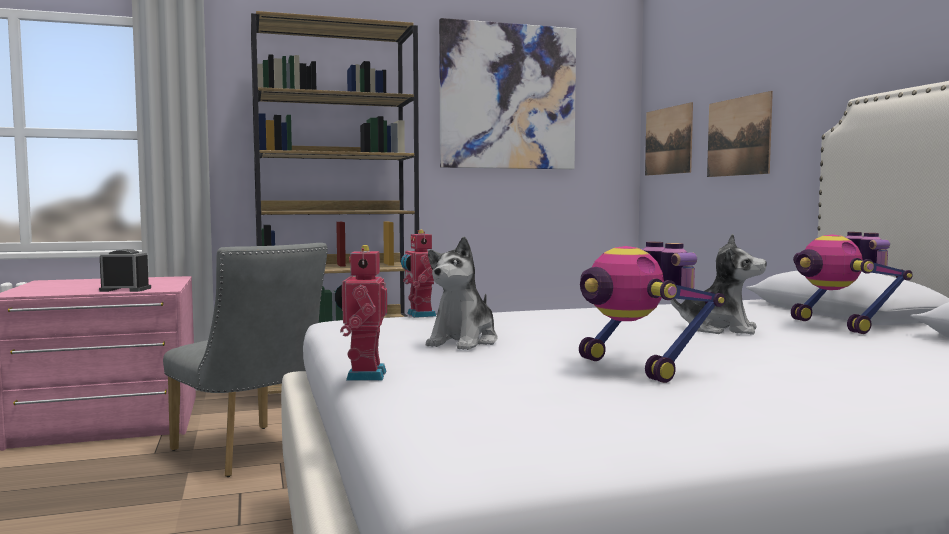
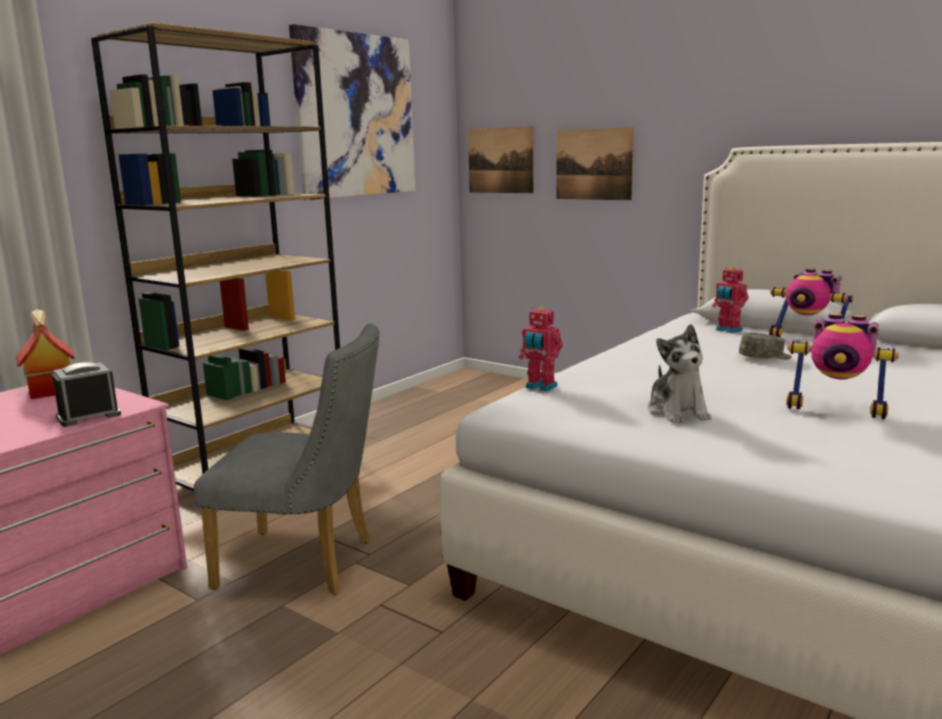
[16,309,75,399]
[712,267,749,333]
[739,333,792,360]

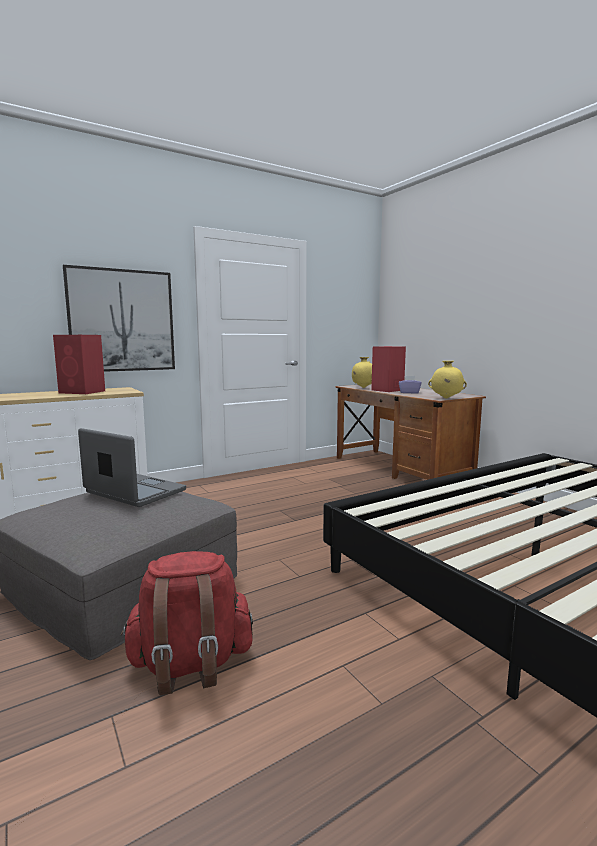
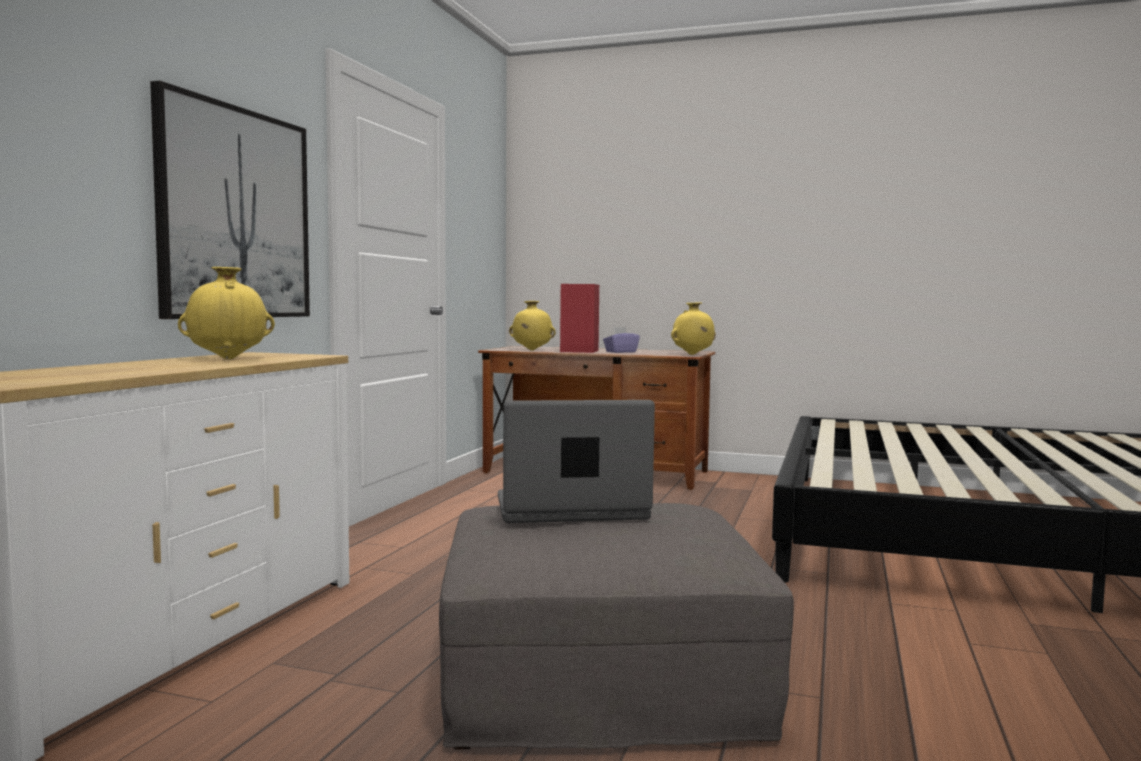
[121,551,253,695] (first image)
[178,267,275,359]

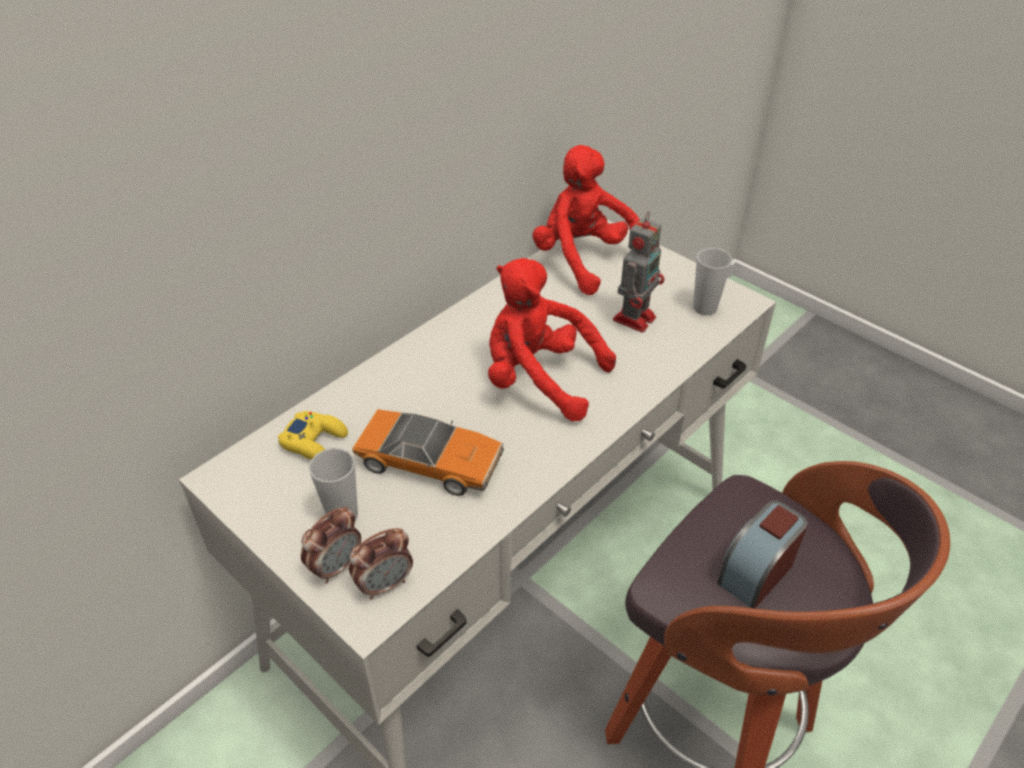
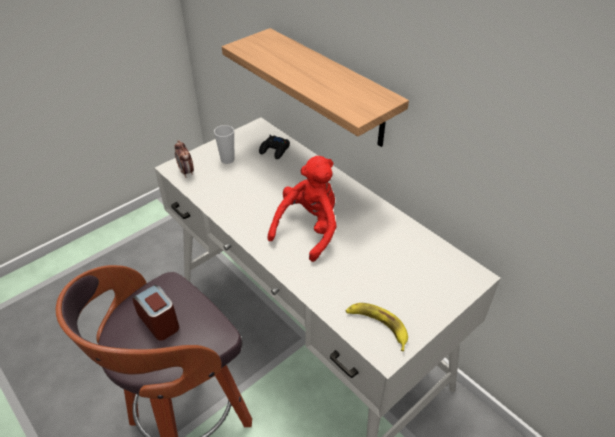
[301,507,361,584] (first image)
[352,409,504,496] (first image)
[532,145,640,295] (first image)
[613,212,665,332] (first image)
[222,28,409,147]
[345,303,408,351]
[259,135,290,159]

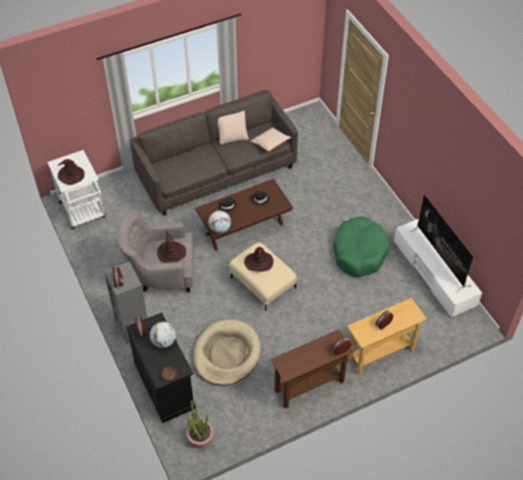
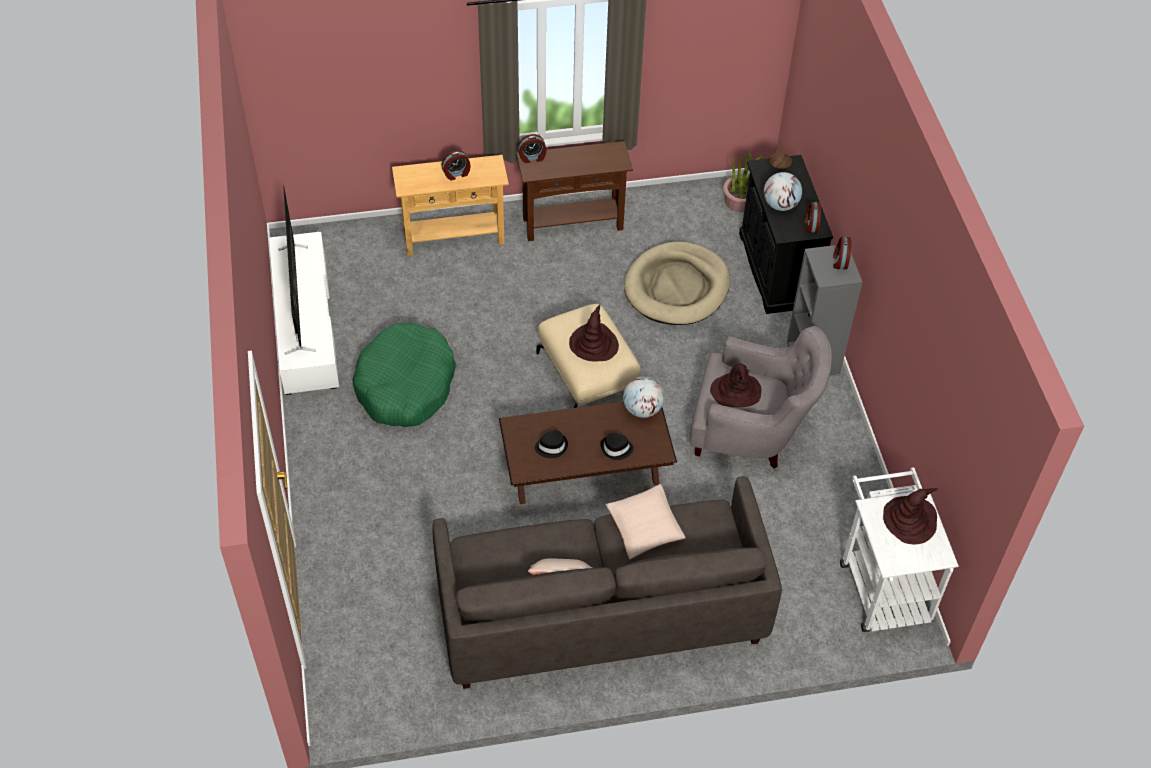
[605,484,686,559]

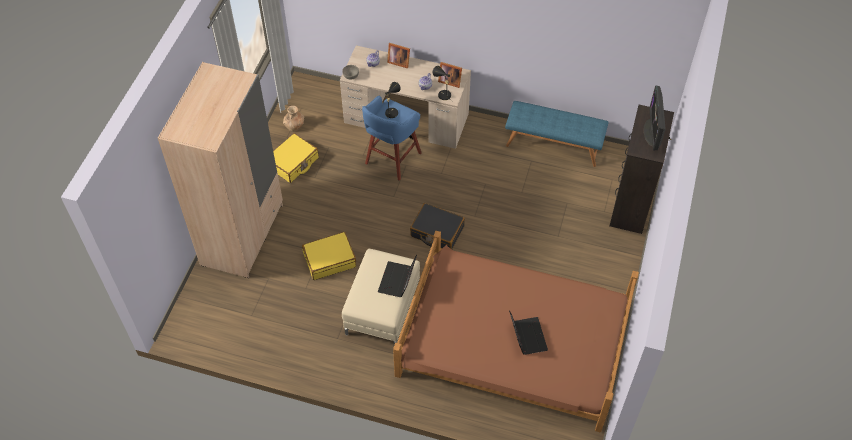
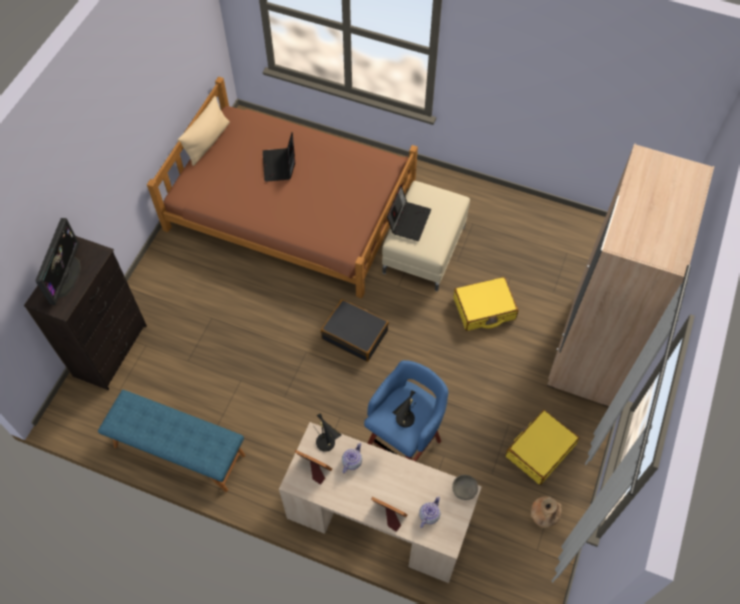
[178,96,230,166]

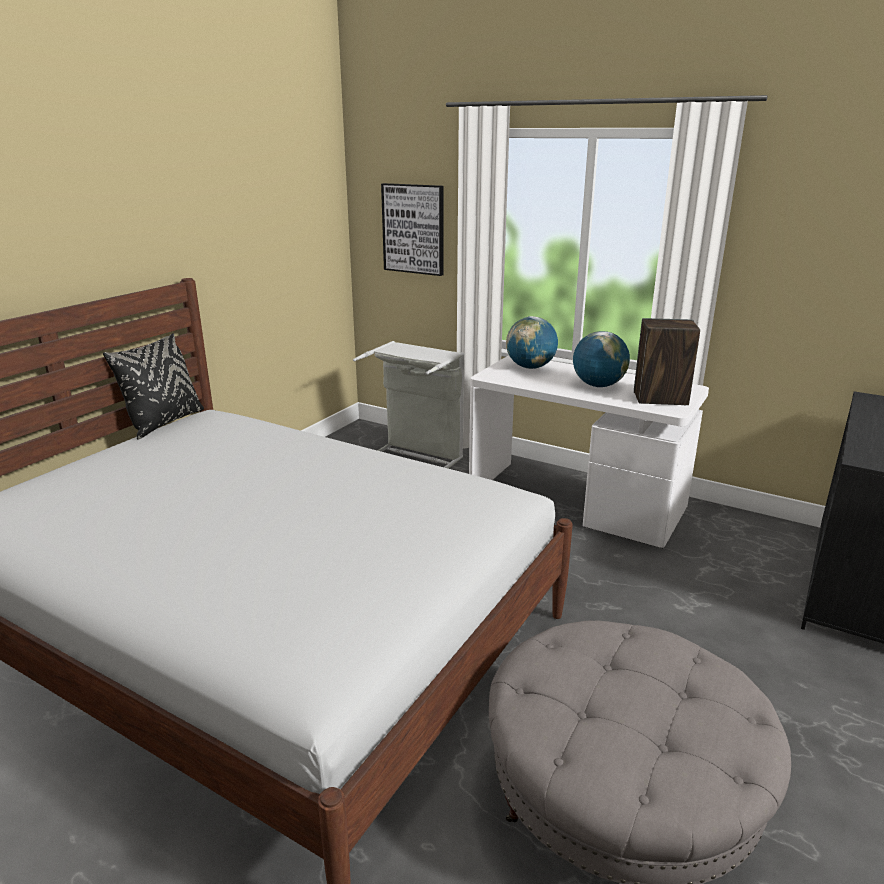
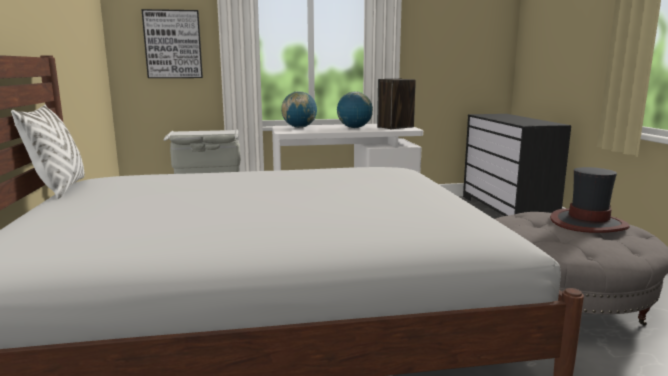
[550,167,630,233]
[11,105,85,199]

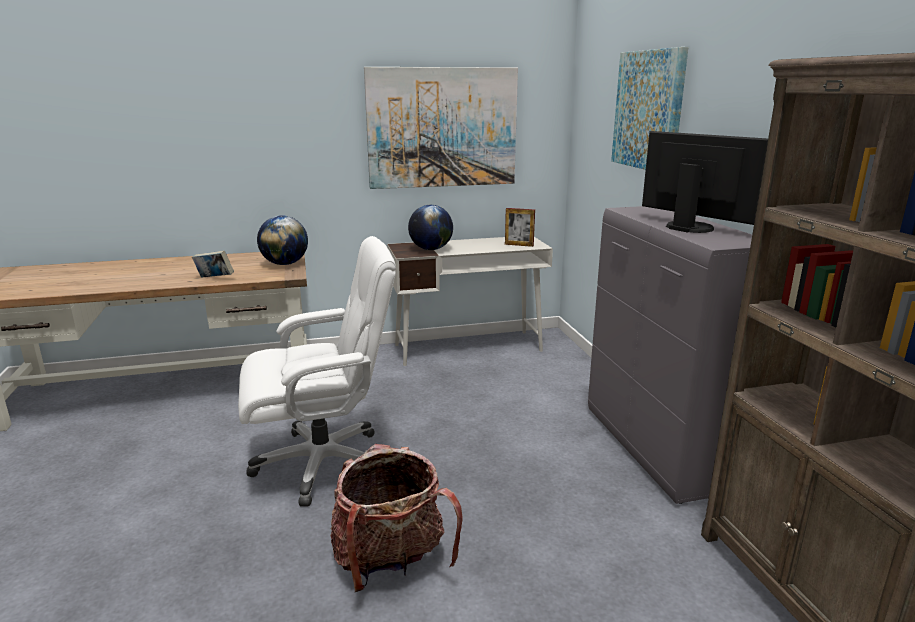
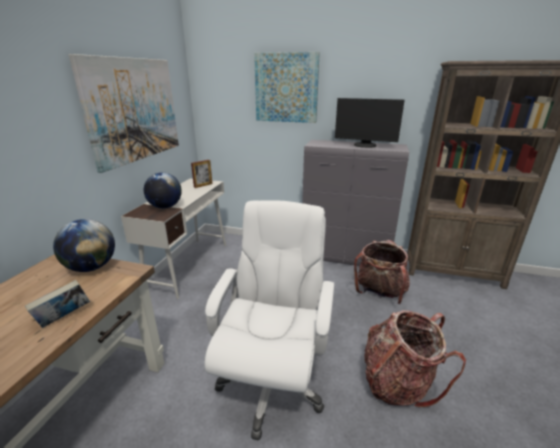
[354,240,410,304]
[335,98,405,148]

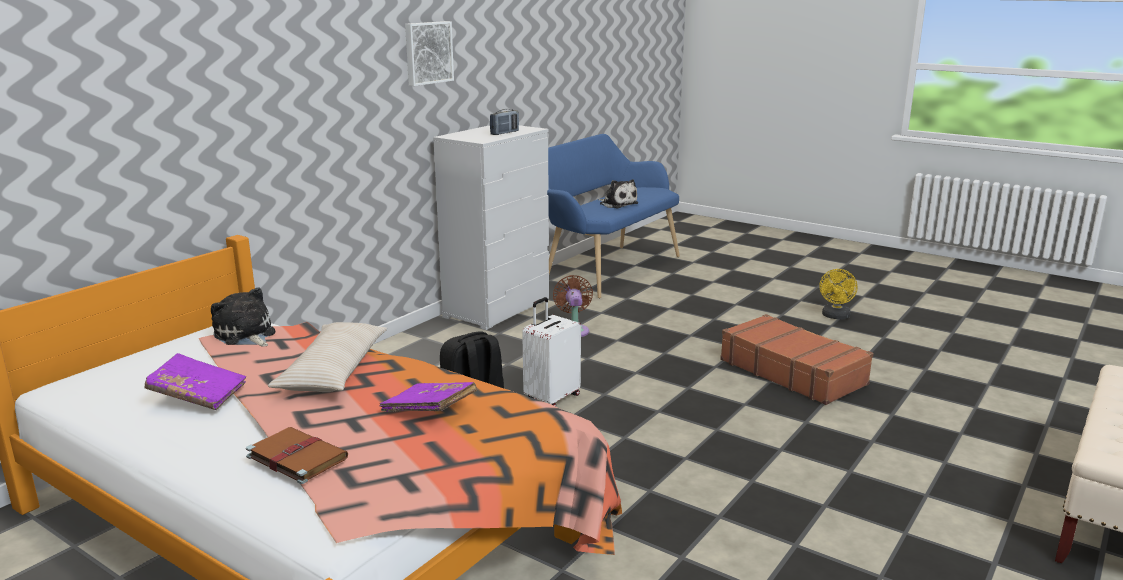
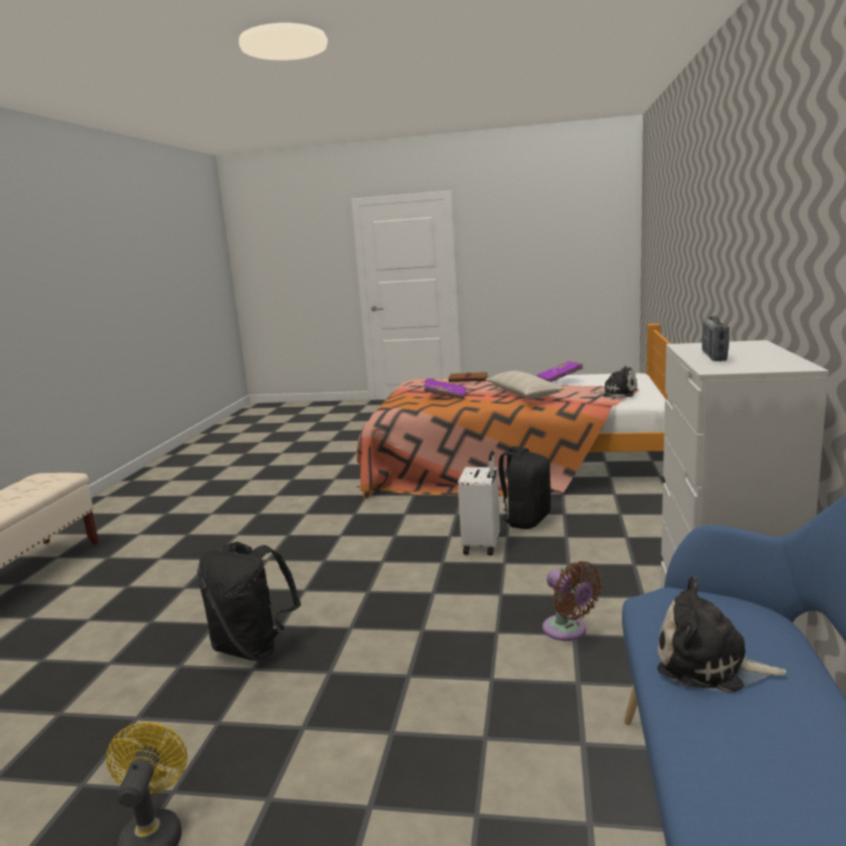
[405,21,454,86] (first image)
[197,542,301,661]

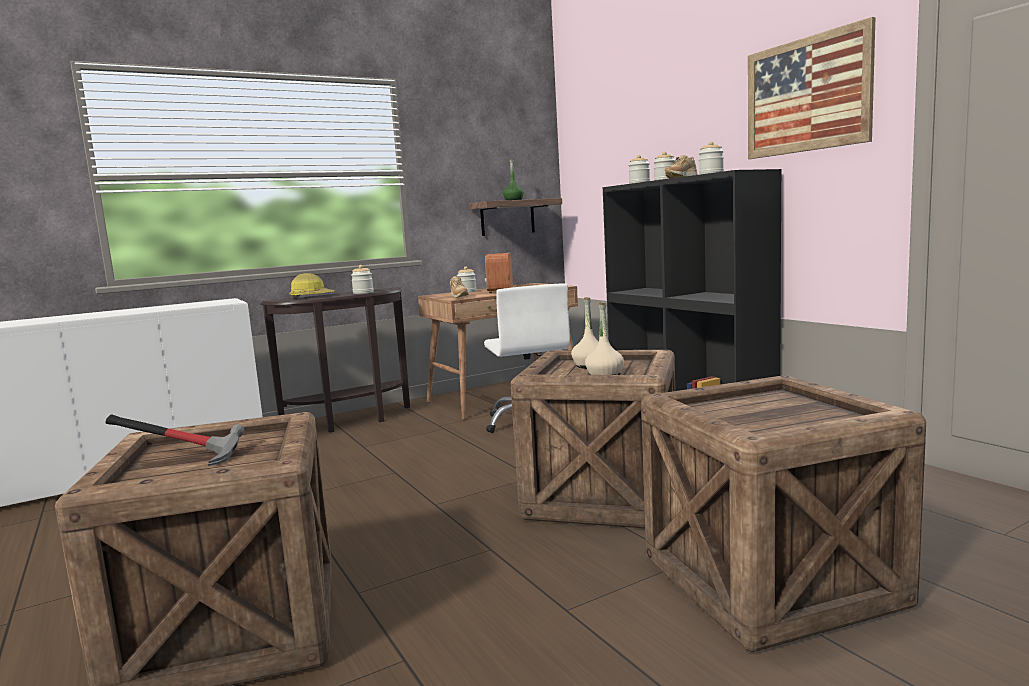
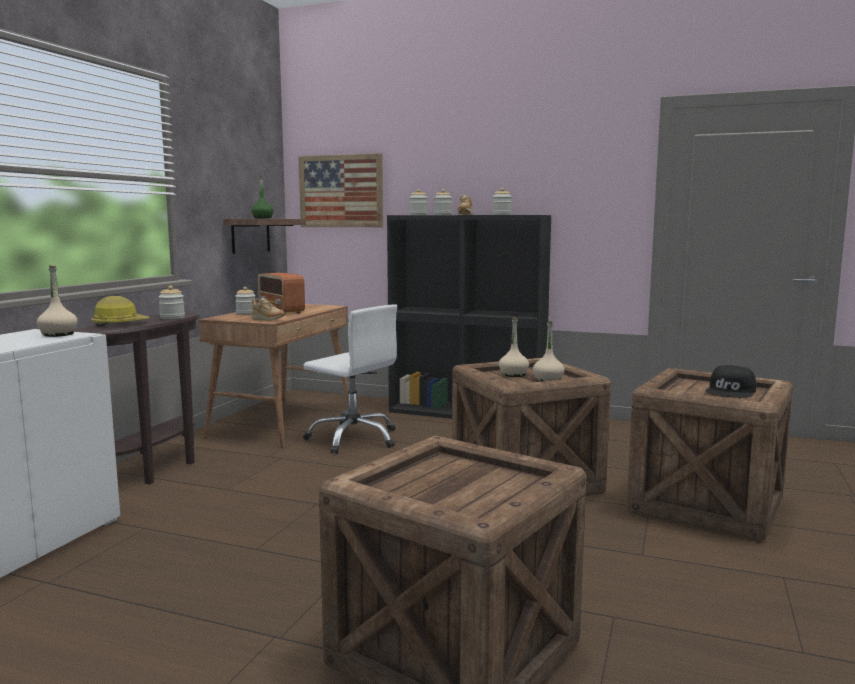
[105,414,244,466] (first image)
[37,265,78,337]
[706,365,756,398]
[298,153,383,227]

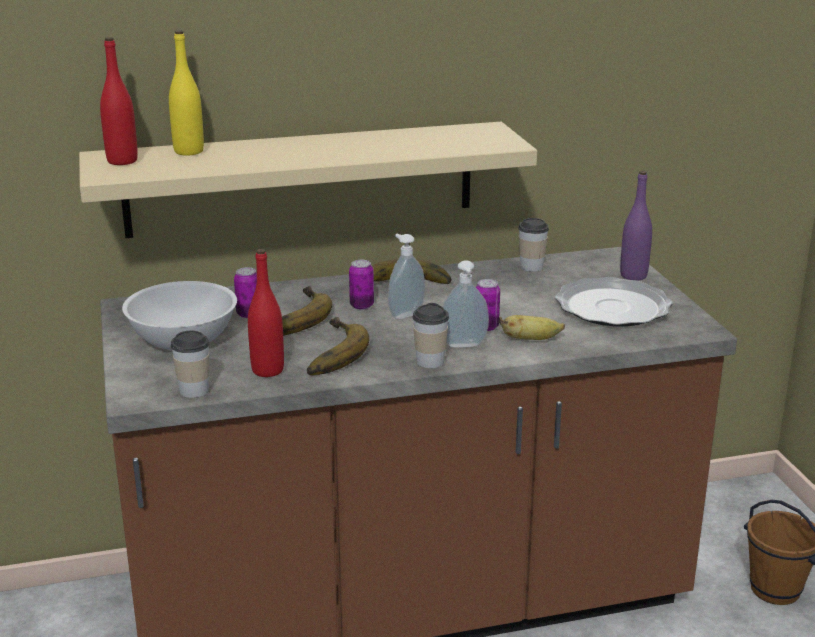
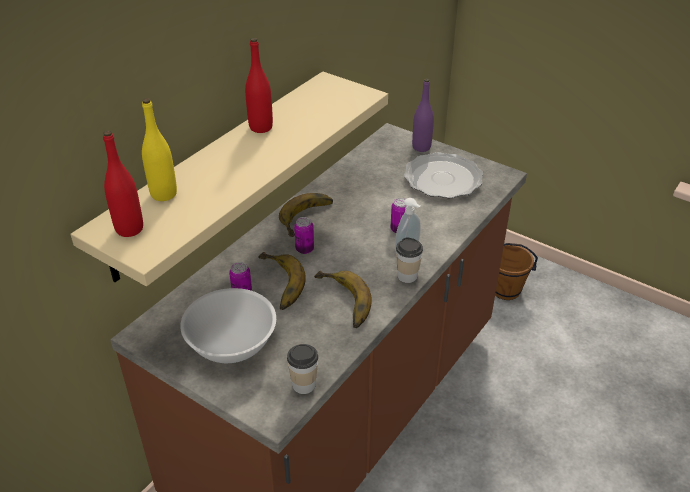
[388,234,425,319] (first image)
[499,315,565,340] (first image)
[518,218,549,272] (first image)
[245,38,273,133]

